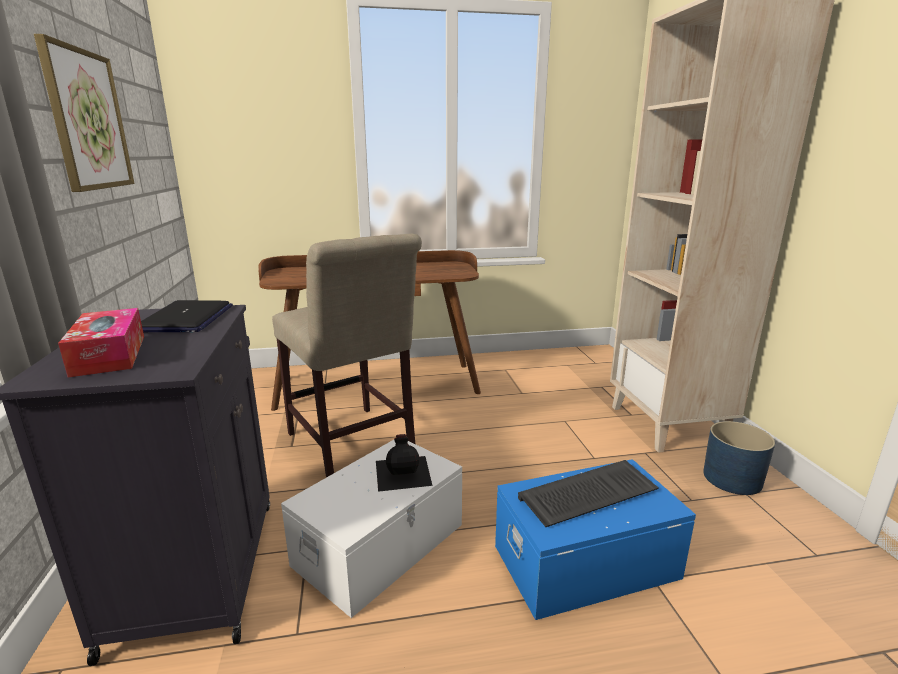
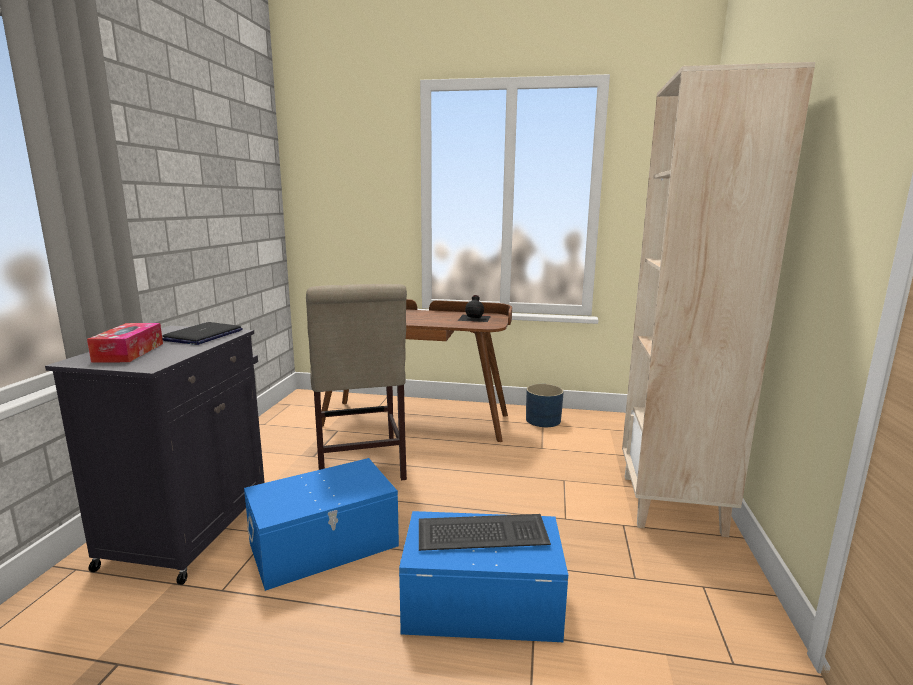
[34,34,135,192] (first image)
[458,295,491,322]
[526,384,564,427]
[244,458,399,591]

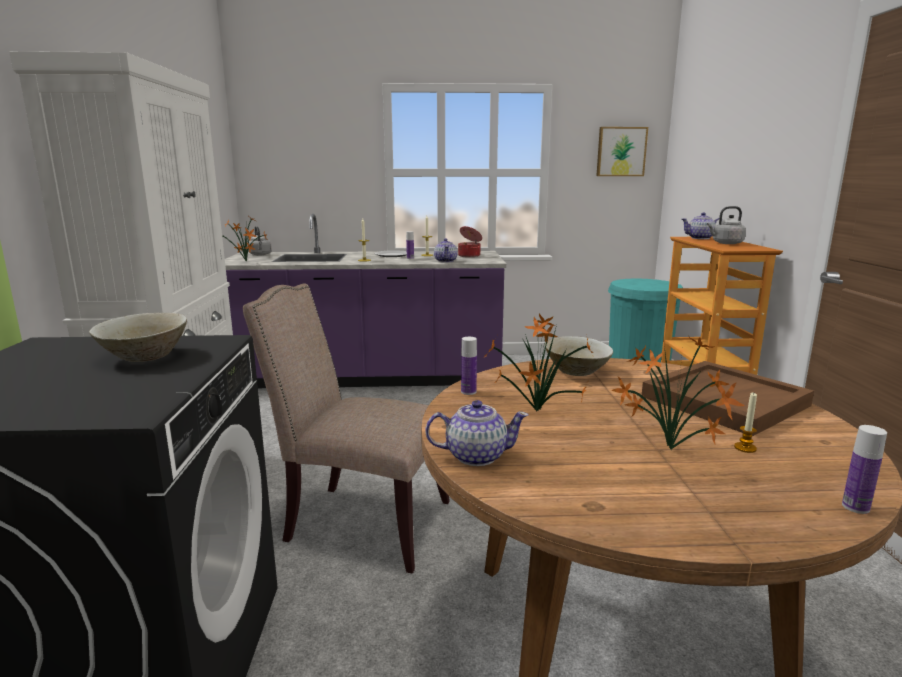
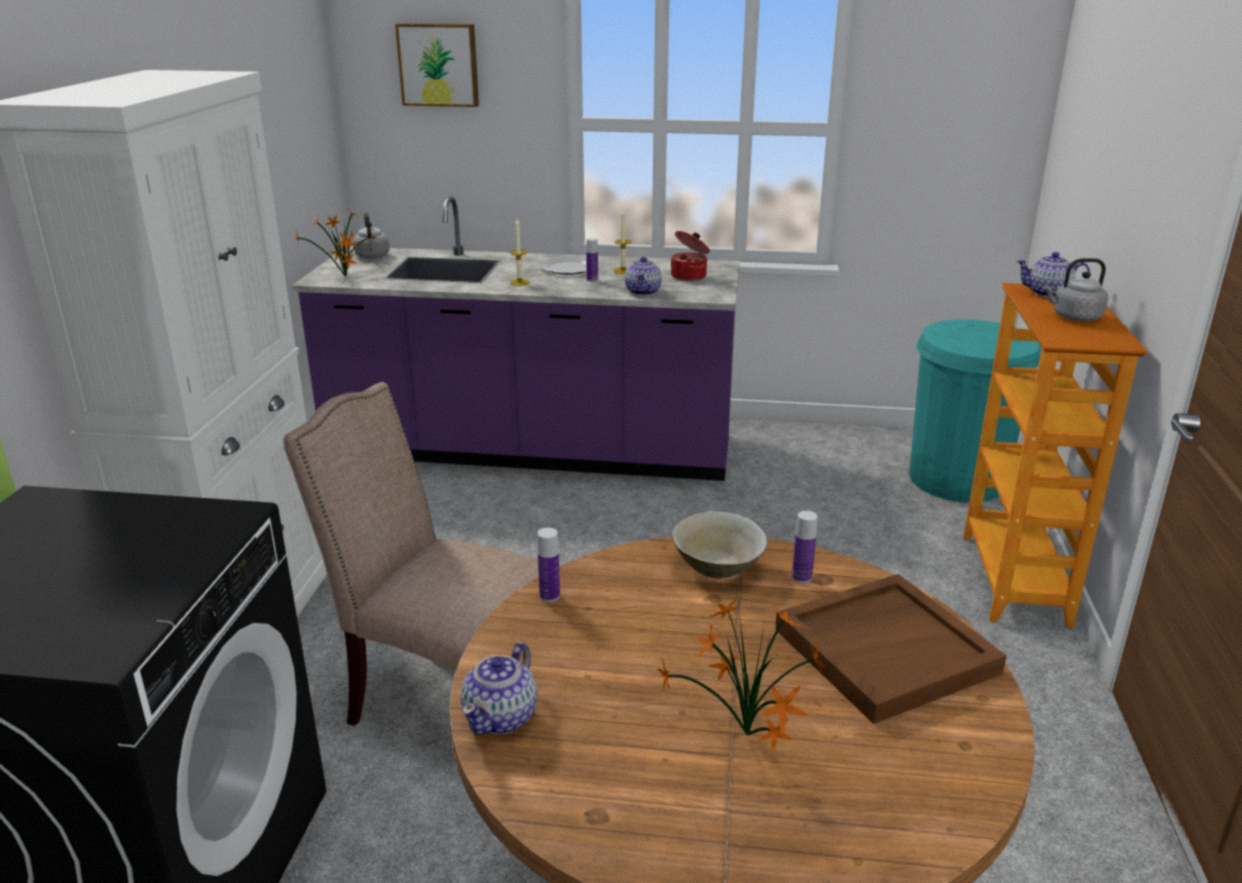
[89,313,187,362] (first image)
[484,314,593,412] (first image)
[734,393,757,453] (first image)
[395,23,479,107]
[792,511,817,583]
[461,642,537,735]

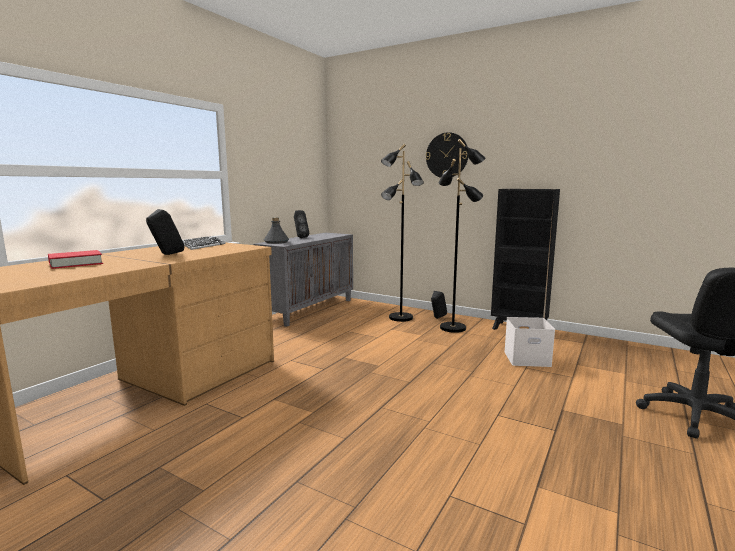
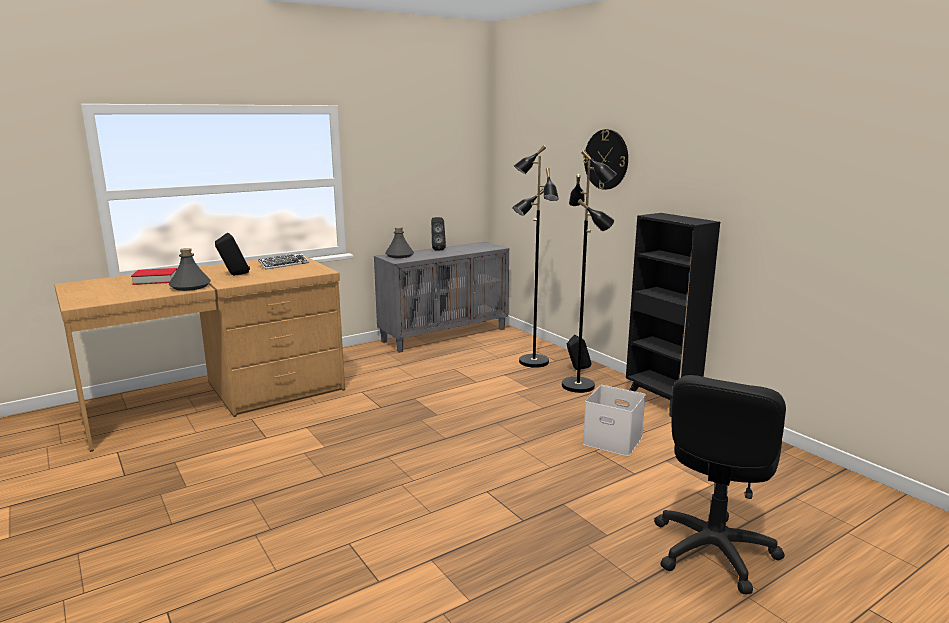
[169,248,211,291]

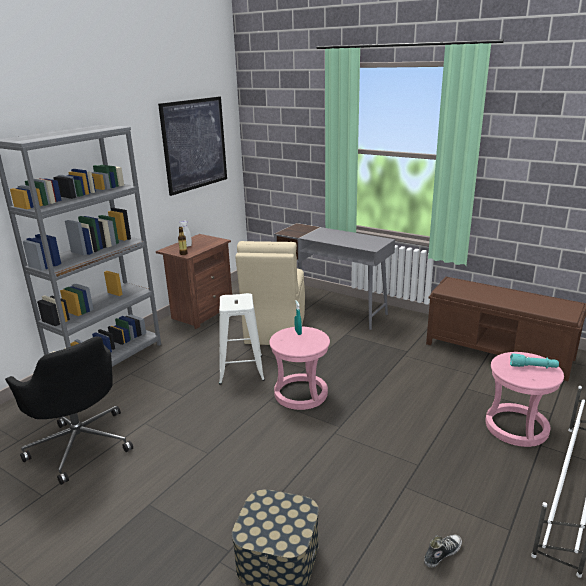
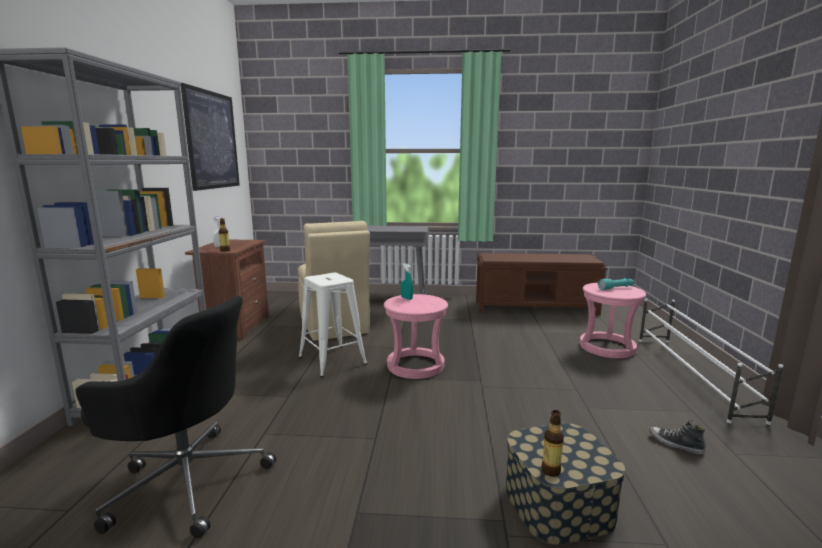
[542,410,564,477]
[649,420,706,454]

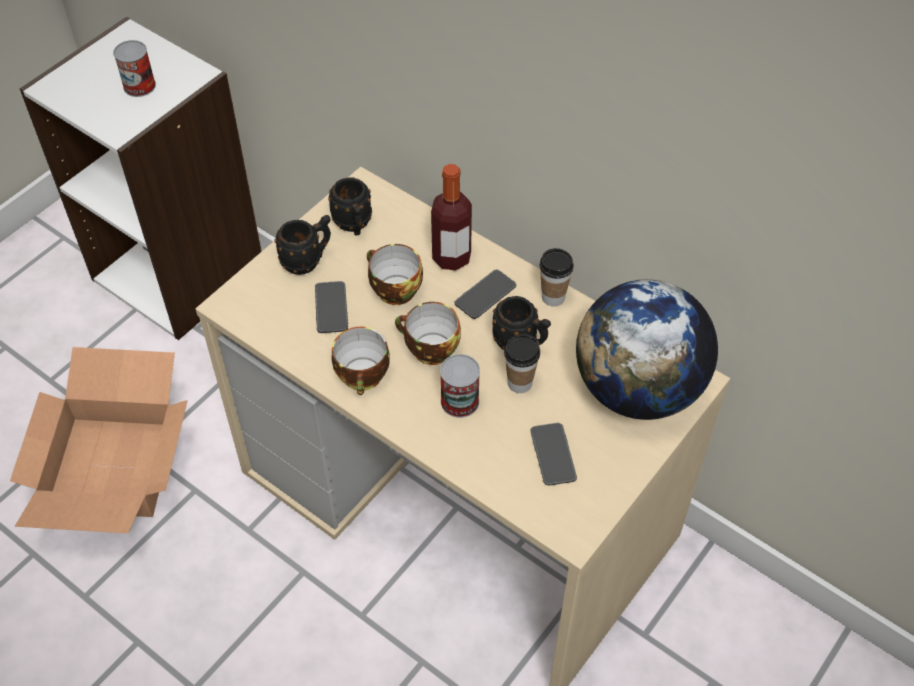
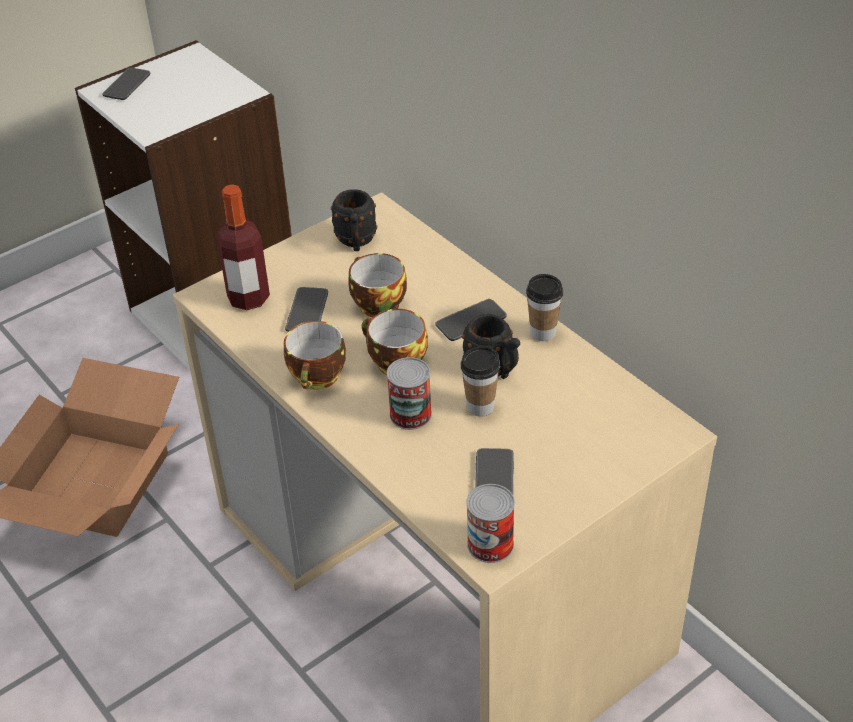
[274,215,331,275] (first image)
[576,279,718,420] (first image)
[102,68,151,100]
[466,484,515,563]
[217,184,270,310]

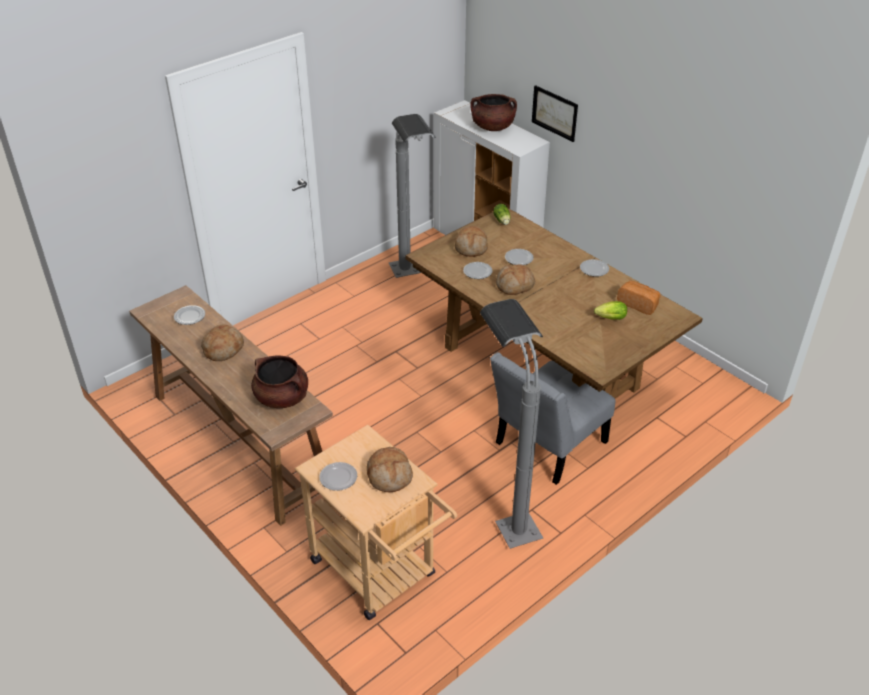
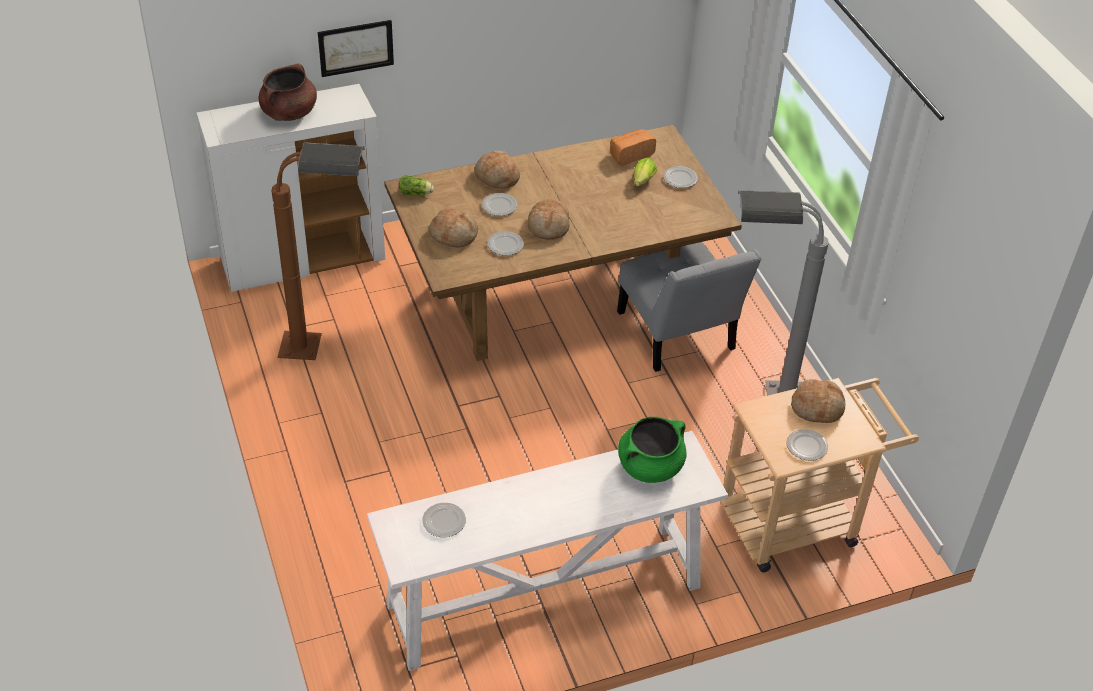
[474,150,520,189]
[663,166,698,188]
[367,431,728,671]
[618,417,687,483]
[271,142,365,360]

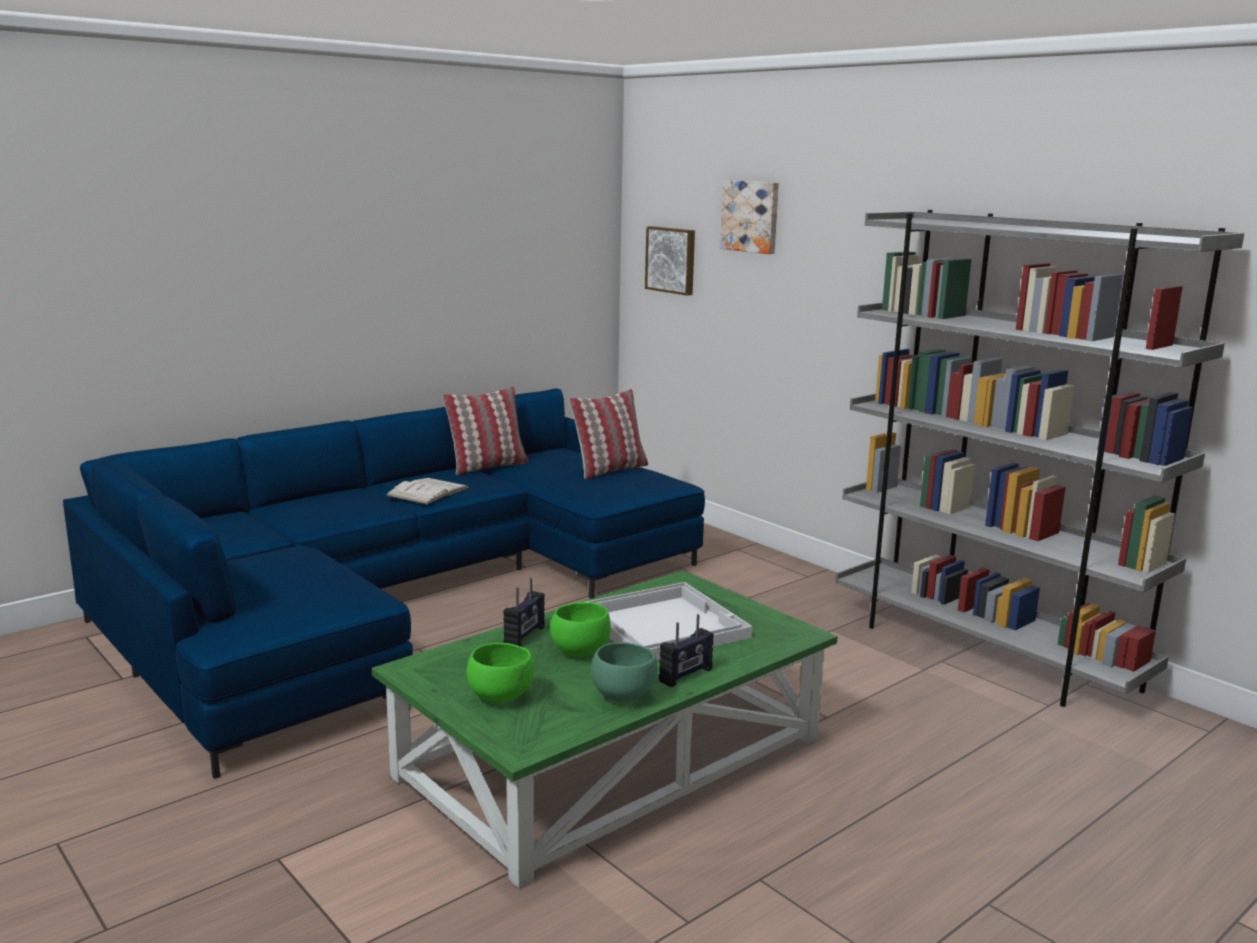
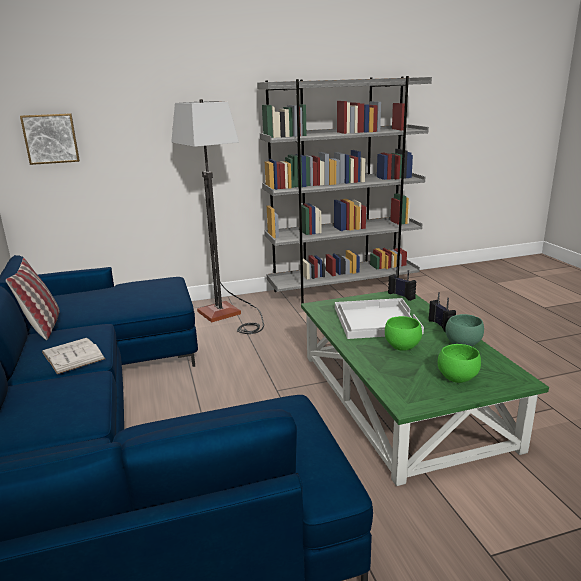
[569,389,648,479] (first image)
[720,180,779,254] (first image)
[171,99,264,334]
[388,267,416,301]

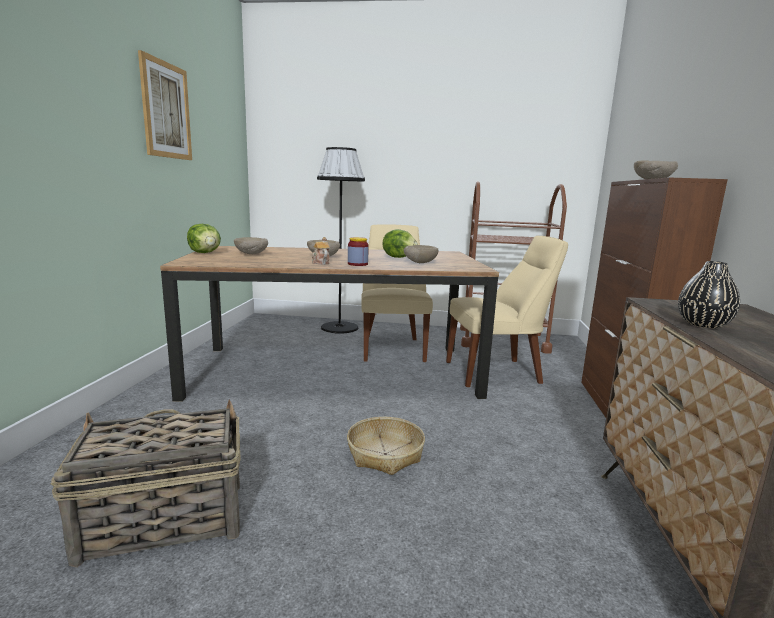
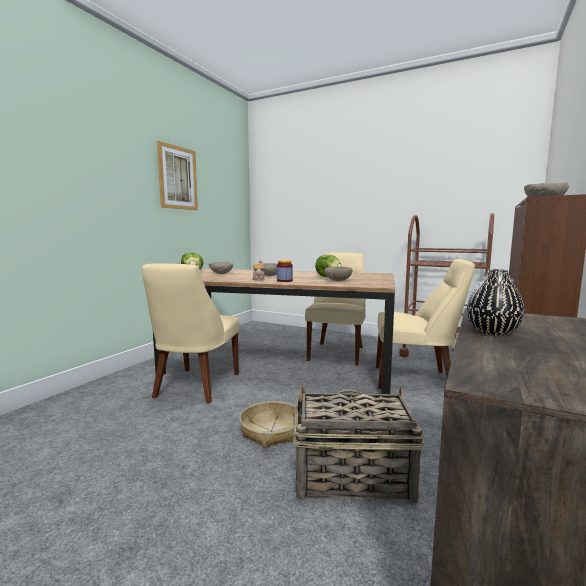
[317,147,365,334] (first image)
[142,264,240,403]
[293,385,424,504]

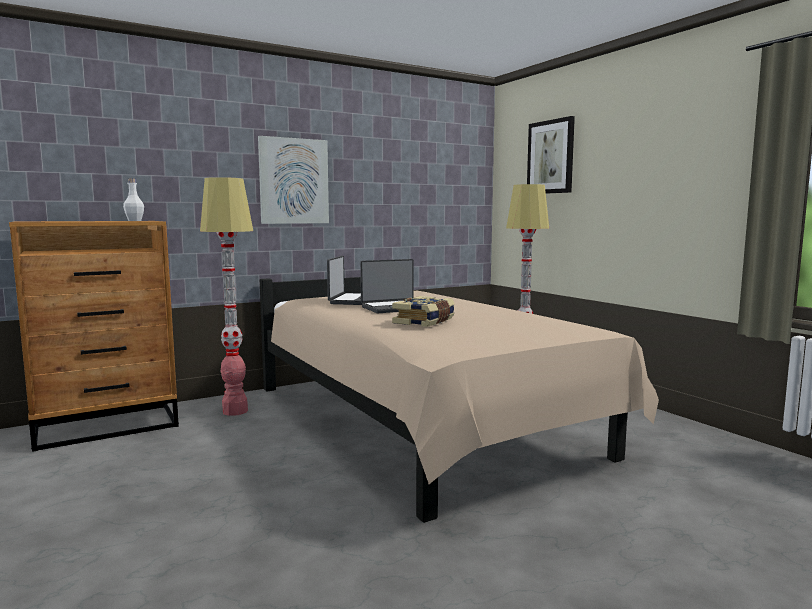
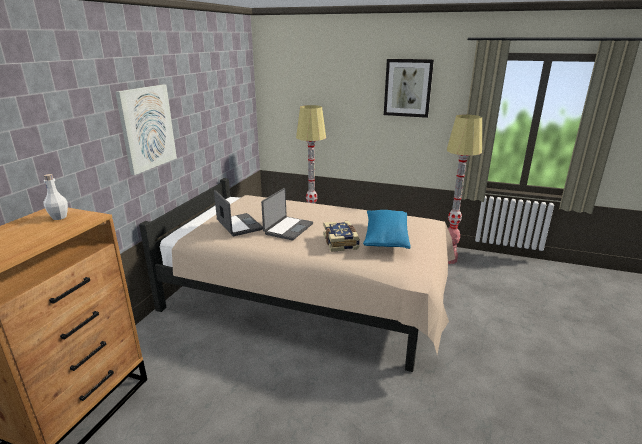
[363,210,410,249]
[447,115,482,264]
[384,59,434,118]

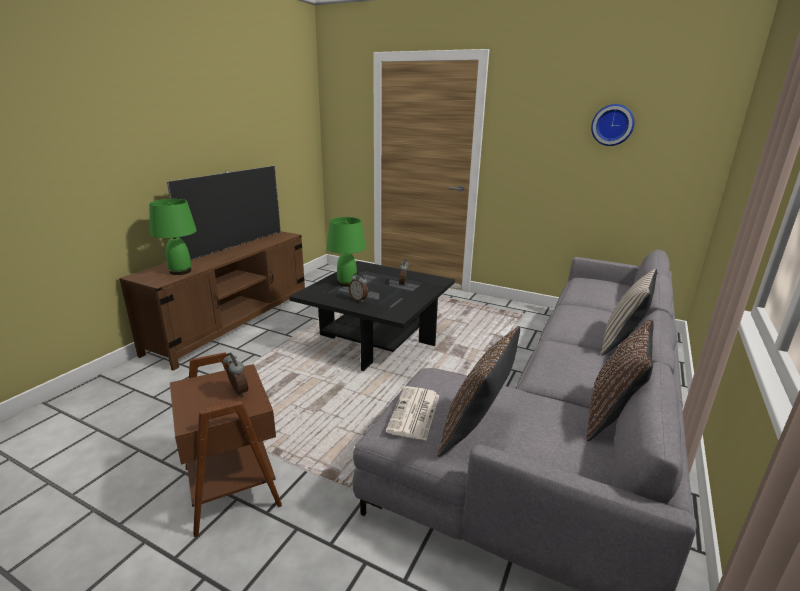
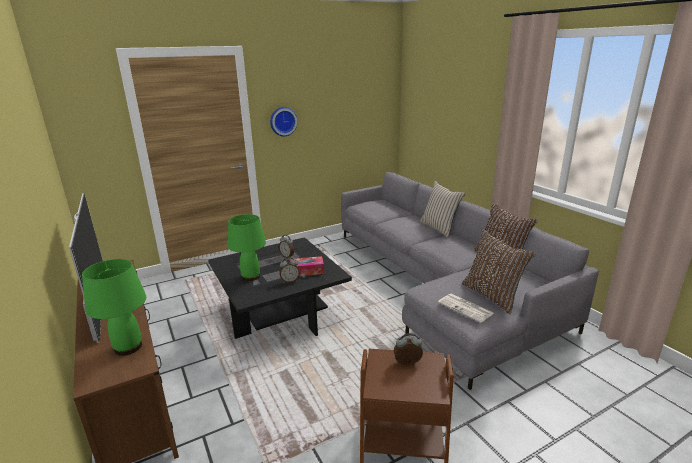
[290,256,324,276]
[270,107,298,136]

